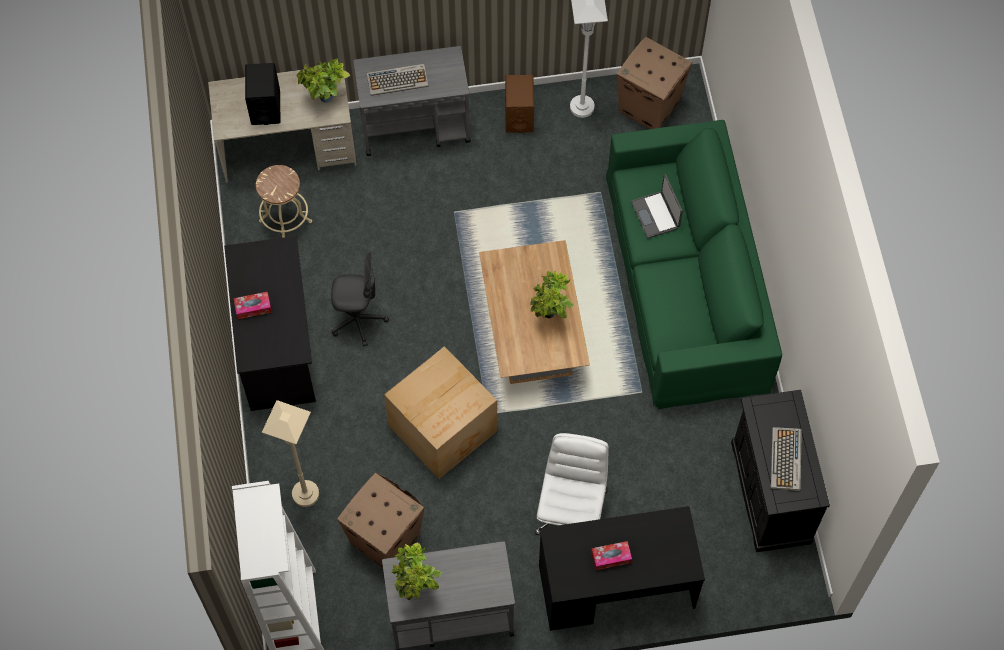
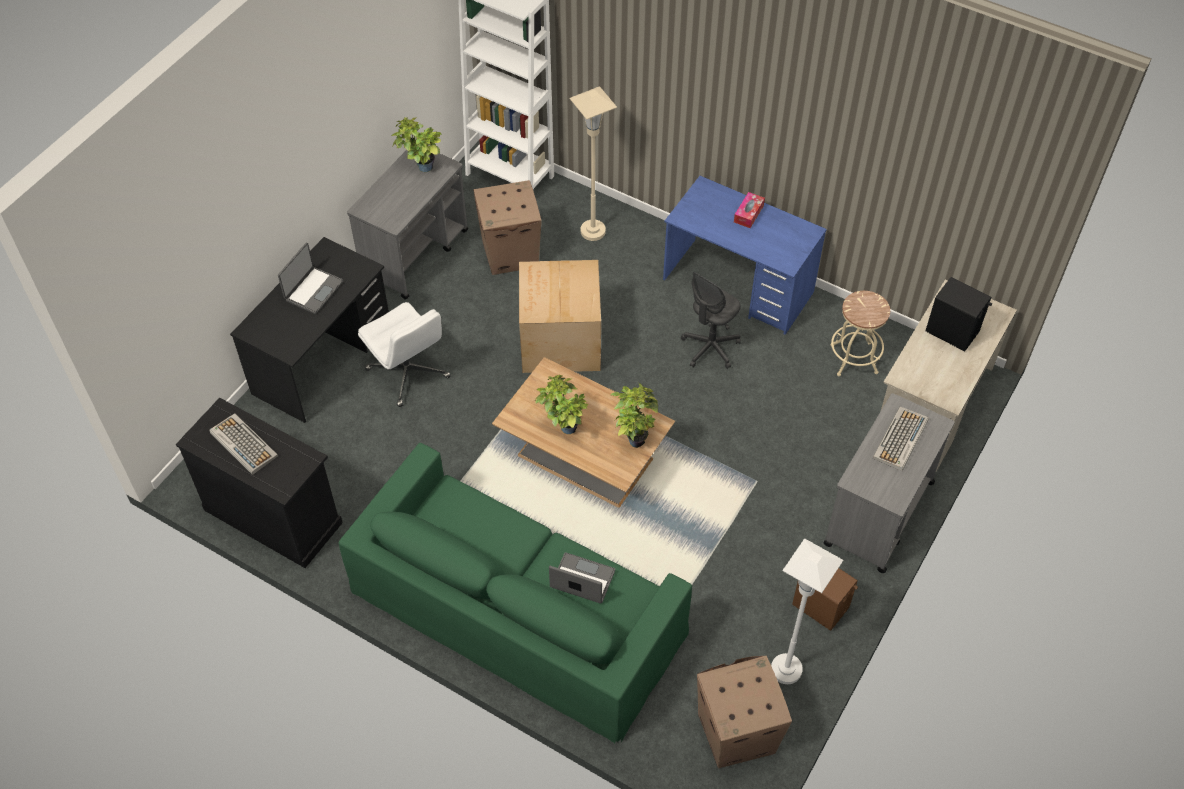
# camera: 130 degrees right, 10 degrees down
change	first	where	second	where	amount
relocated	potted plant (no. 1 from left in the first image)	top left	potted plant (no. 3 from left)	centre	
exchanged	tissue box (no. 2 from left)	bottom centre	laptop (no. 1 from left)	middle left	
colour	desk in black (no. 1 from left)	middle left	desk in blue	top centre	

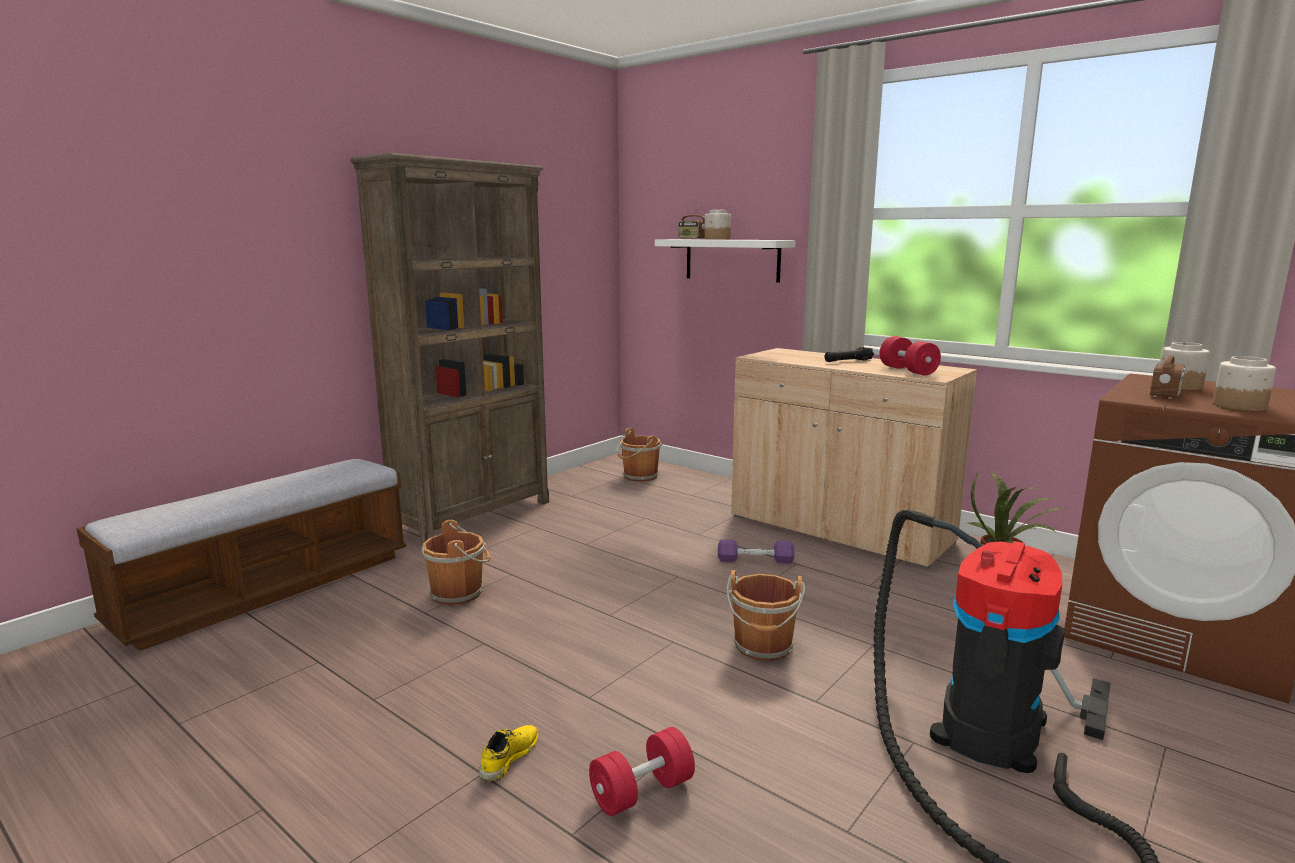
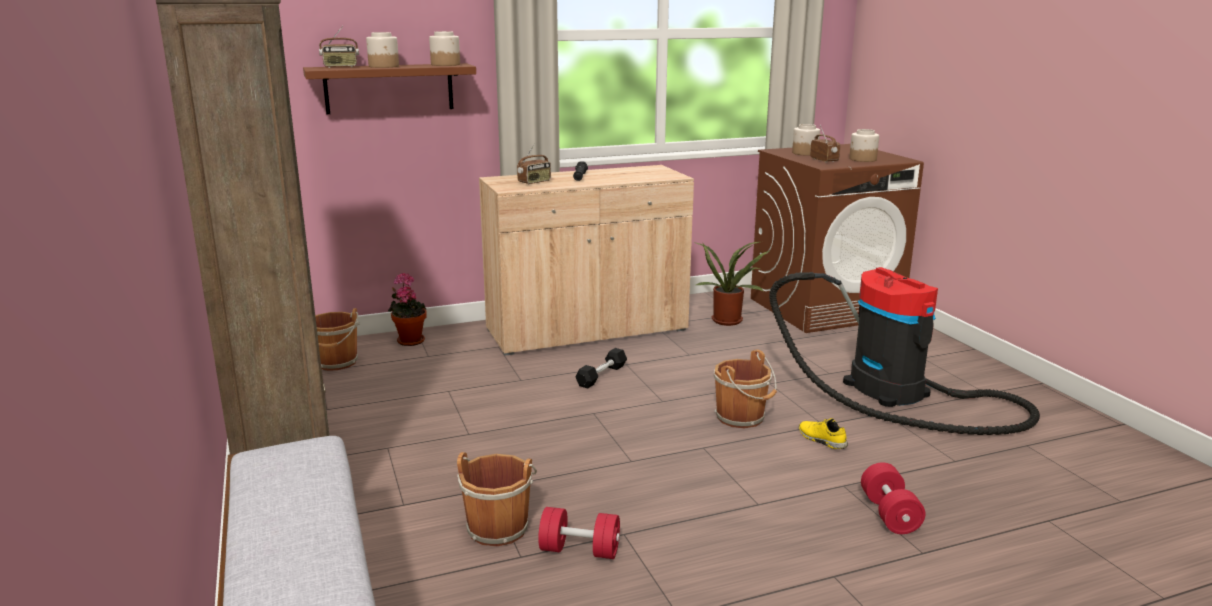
# camera: 60 degrees left, 5 degrees up
change	first	where	second	where	amount
appeared			potted plant (no. 1 from left)	centre	
appeared			jar (no. 2 from left)	top centre	
appeared			radio (no. 2 from left)	top centre	
relocated	shoe in yellow	bottom centre		bottom right	
relocated	dumbbell in red (no. 2 from left in the first image)	middle right	dumbbell in red (no. 1 from left)	bottom centre	
colour	shelf in white	top centre	shelf in brown	top left	
colour	dumbbell in purple	centre	dumbbell in black	centre	

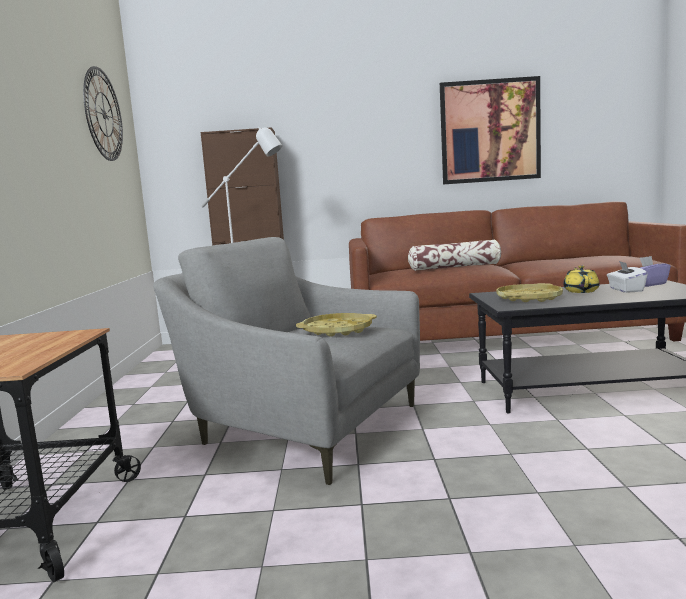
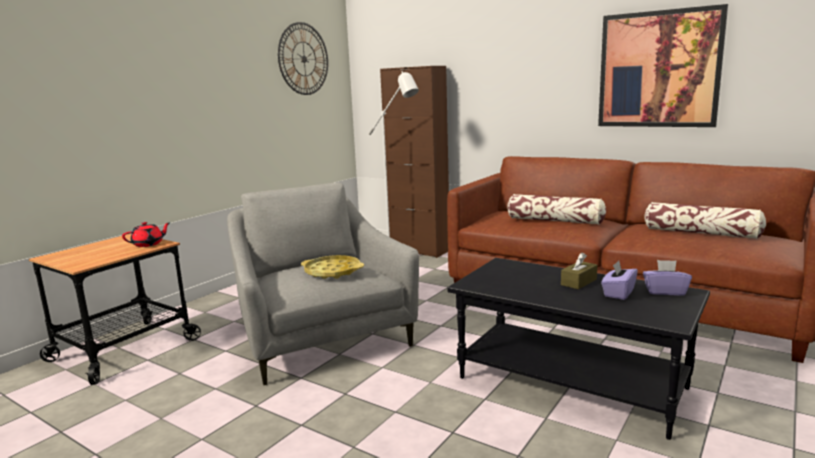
# camera: 35 degrees right, 5 degrees up
change	first	where	second	where	amount
missing	tray in yellow (no. 2 from left)	middle right			
appeared			teapot in red	middle left	
appeared			pillow (no. 2 from left)	middle right	
exchanged	teapot in yellow	middle right	tissue box in brown	middle right	
colour	tissue box in white	middle right	tissue box in purple (no. 1 from left)	middle right	

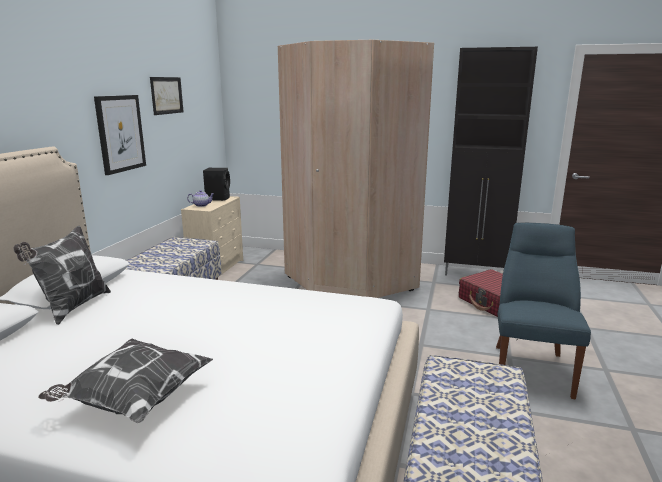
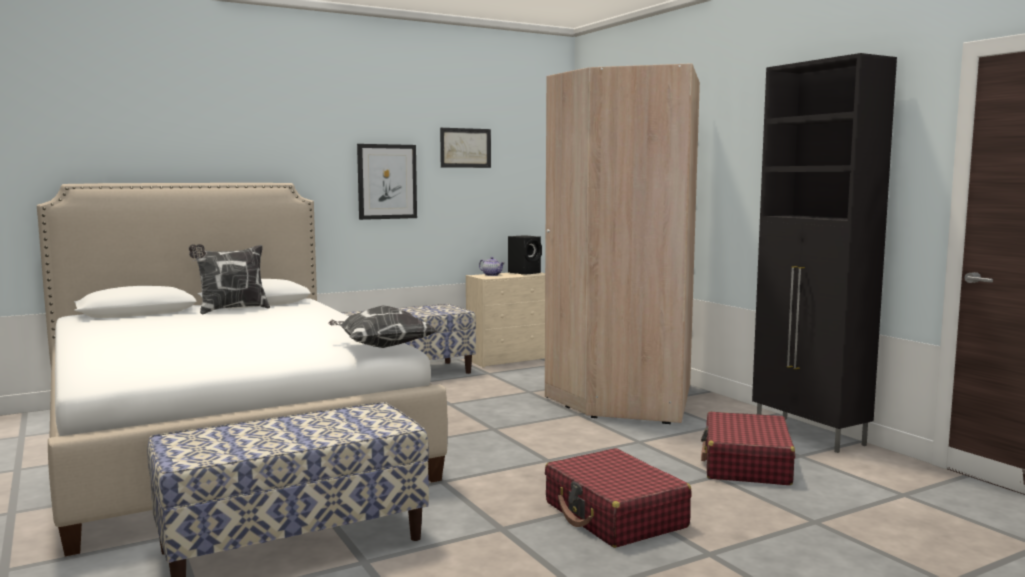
# camera: 45 degrees right, 10 degrees down
change	first	where	second	where	amount
relocated	pillow (no. 2 from left)	bottom left		centre	
exchanged	chair in blue	middle right	suitcase in red (no. 1 from left)	bottom centre	

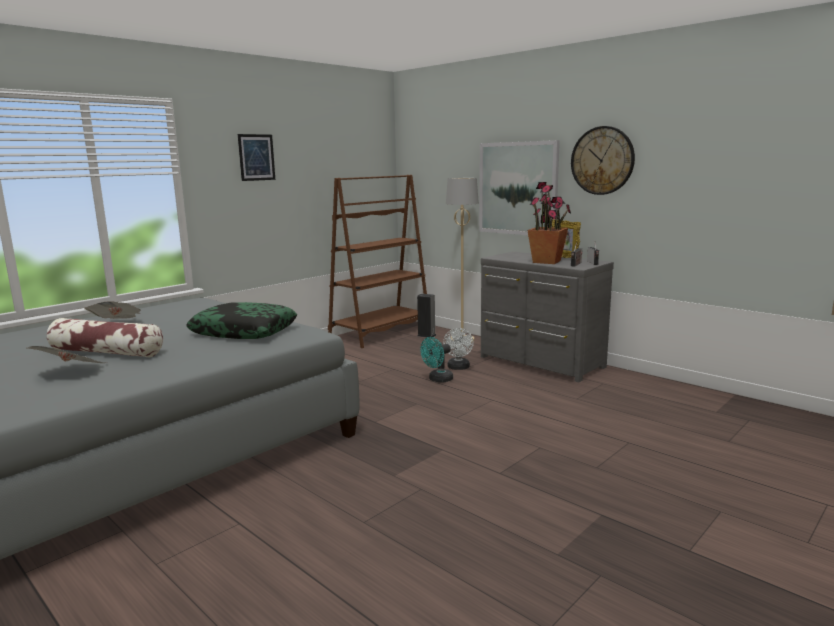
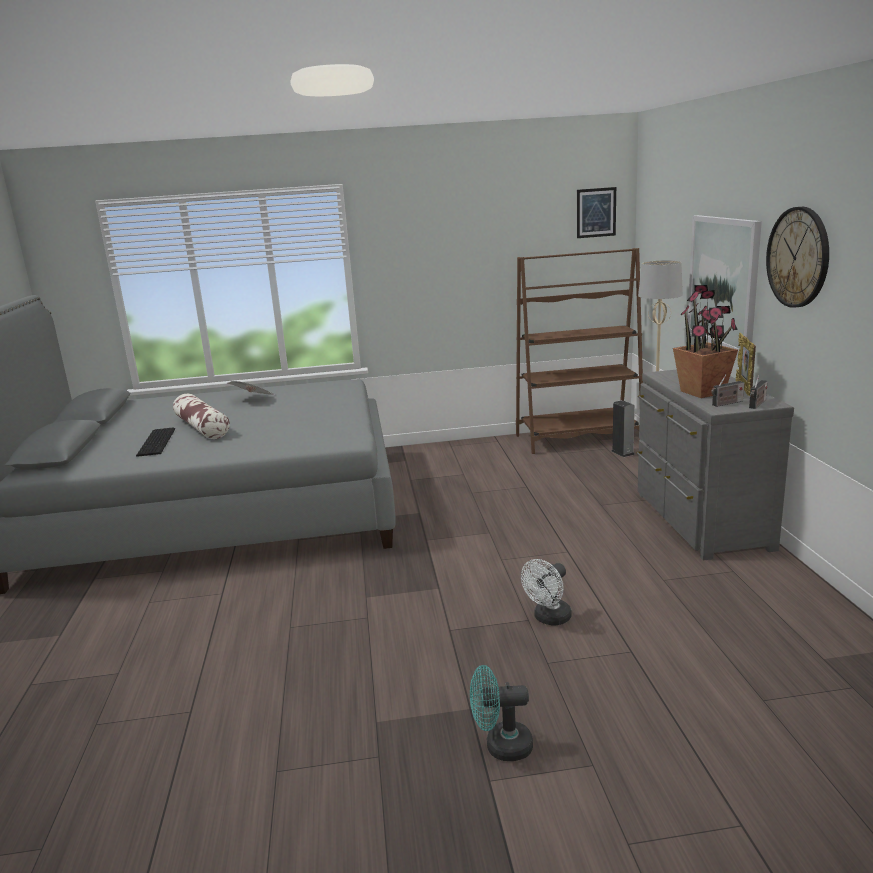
# camera: 40 degrees right, 5 degrees up
change	first	where	second	where	amount
missing	pillow (no. 2 from left)	middle left			
relocated	picture (no. 1 from left)	top left		top right	
relocated	fan in turquoise	centre		bottom centre	
relocated	fan in white	centre		bottom centre	
exchanged	newspaper (no. 1 from left)	middle left	keyboard	middle left	

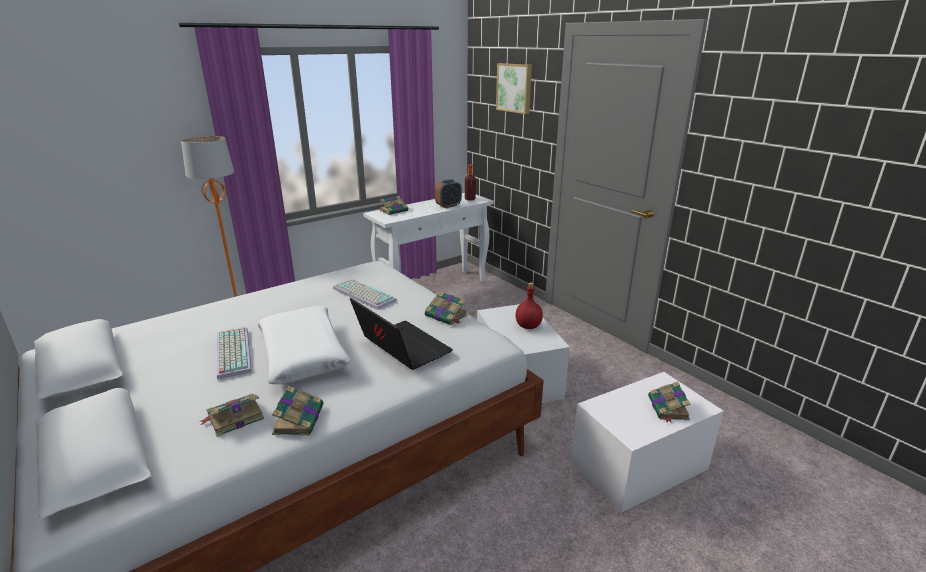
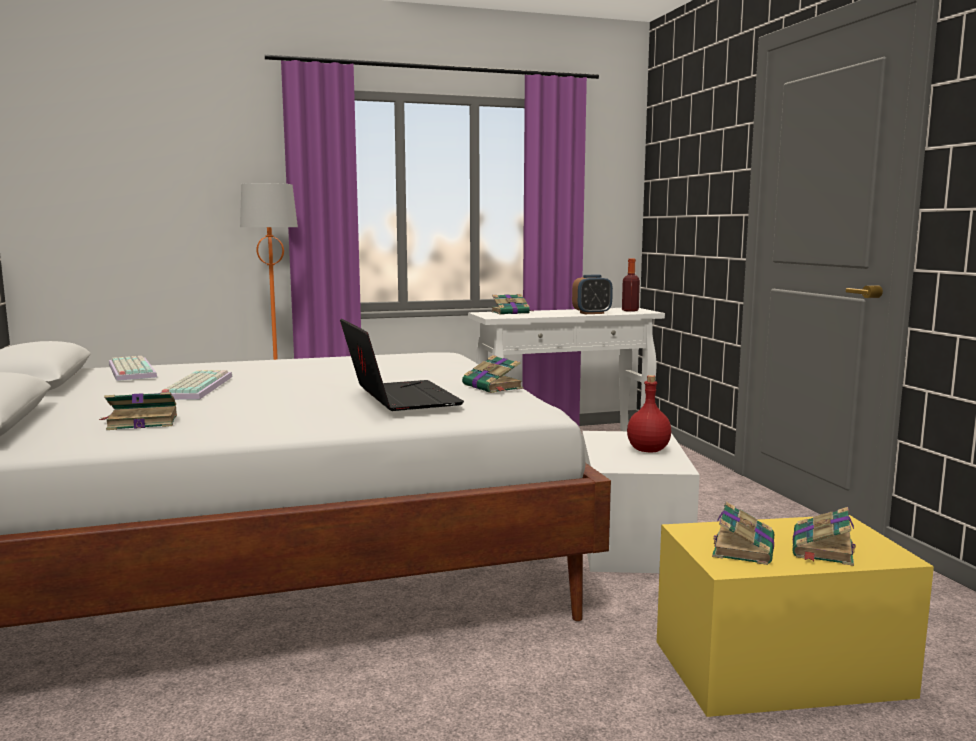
# camera: 20 degrees right, 15 degrees down
change	first	where	second	where	amount
missing	pillow in white	middle left			
missing	picture	top centre			
relocated	book (no. 2 from left in the first image)	bottom left	book (no. 4 from left)	bottom right	
relocated	keyboard (no. 2 from left in the first image)	centre	keyboard (no. 1 from left)	middle left	
colour	storage box in white (no. 2 from left)	bottom right	storage box in yellow	bottom right	

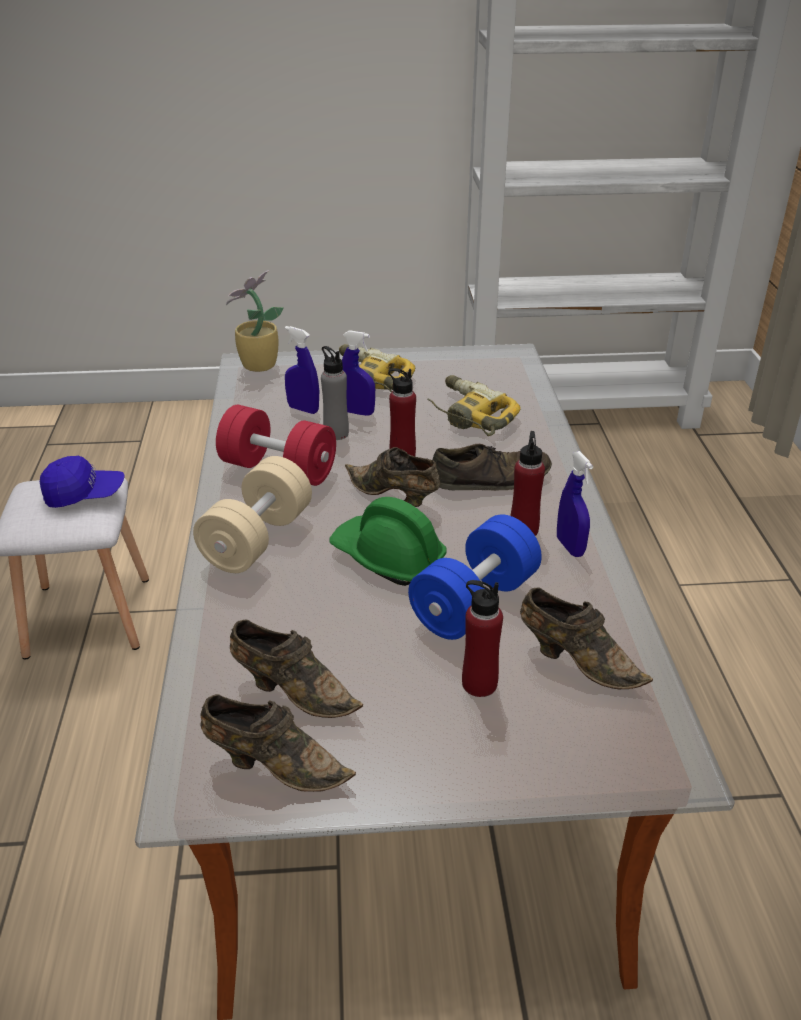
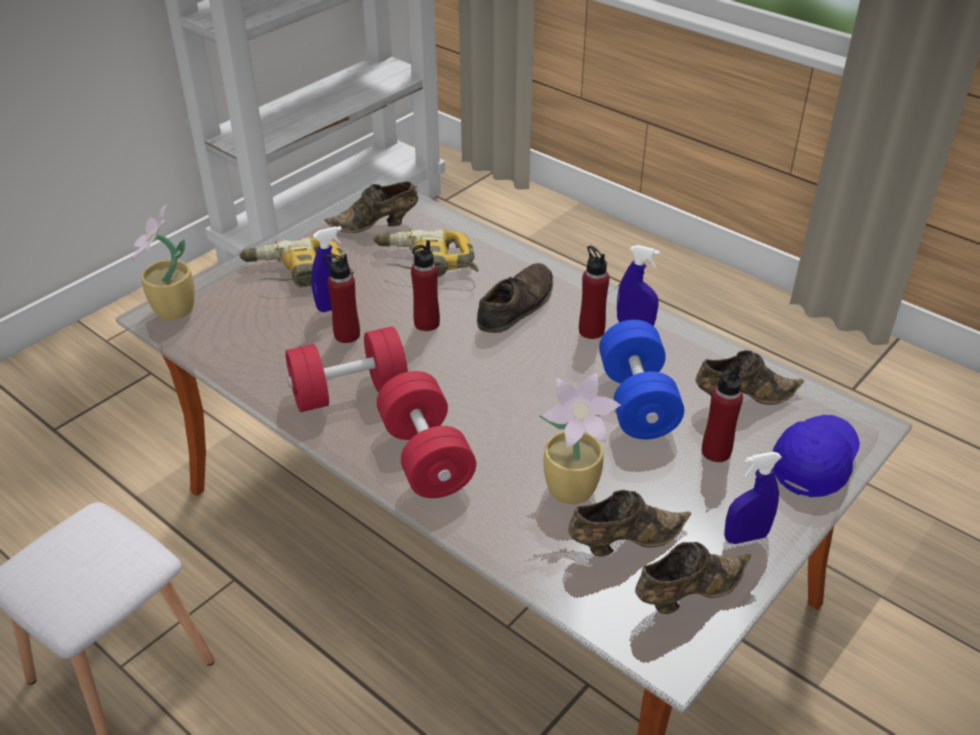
# camera: 45 degrees left, 5 degrees up
change	first	where	second	where	amount
missing	hard hat in green	centre			
appeared			potted plant (no. 2 from left)	centre	
relocated	cap in blue	middle left		middle right	
relocated	spray bottle in blue (no. 1 from left in the first image)	centre	spray bottle in blue (no. 3 from left)	bottom right	
relocated	shoe in brown (no. 3 from left in the first image)	centre	shoe in brown (no. 1 from left)	top centre	
colour	dumbbell in beige	middle left	dumbbell in red (no. 2 from left)	centre	
colour	bottle in grey	centre	bottle in red (no. 1 from left)	centre	

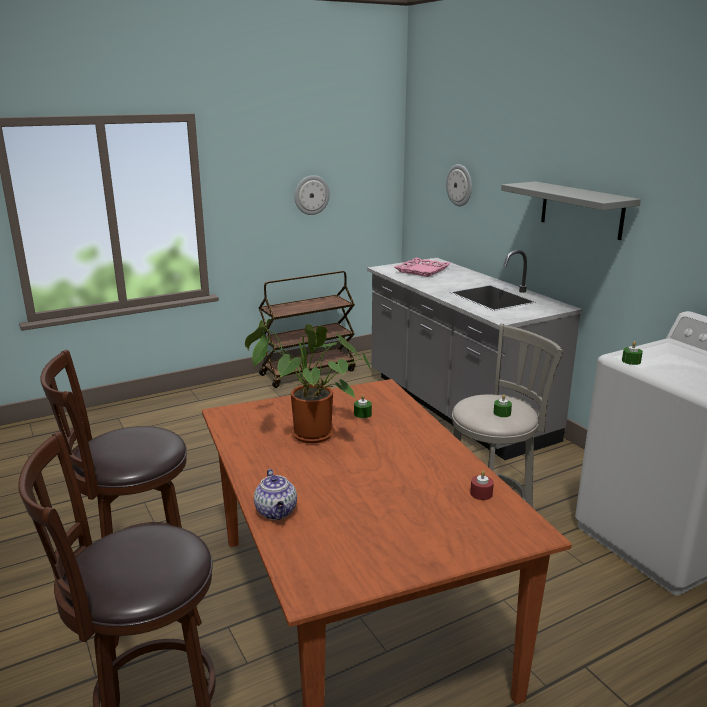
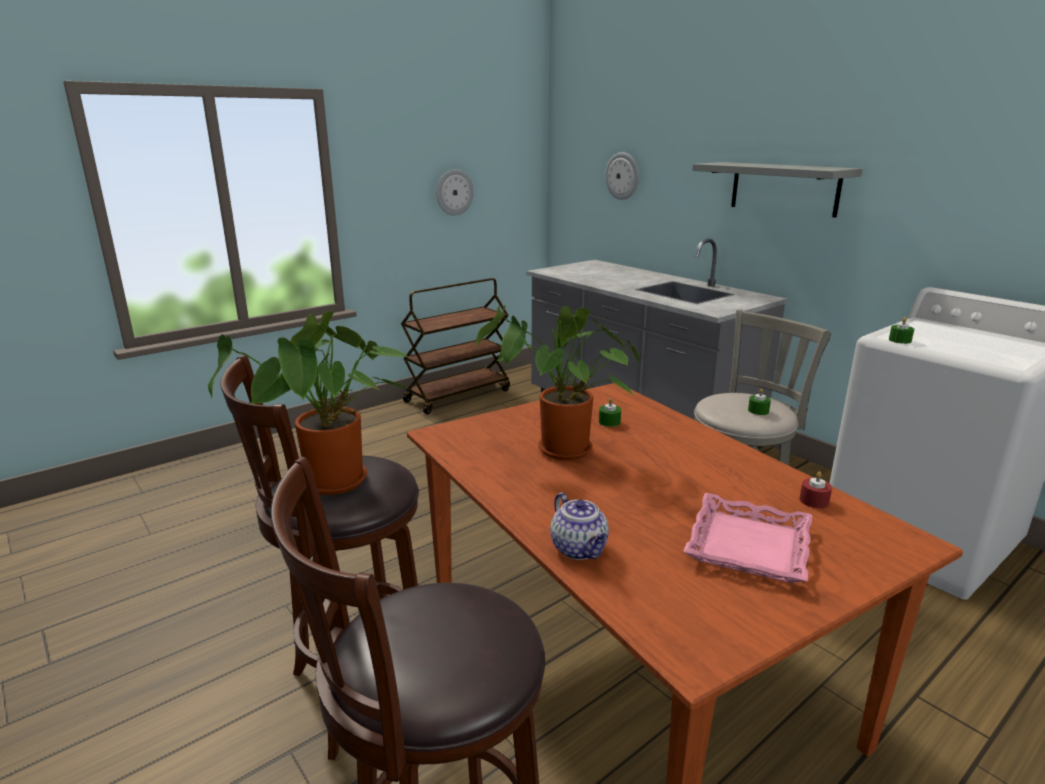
# camera: 10 degrees left, 0 degrees up
change	first	where	second	where	amount
appeared			potted plant (no. 1 from left)	middle left	
relocated	tray in pink	centre		bottom right	

